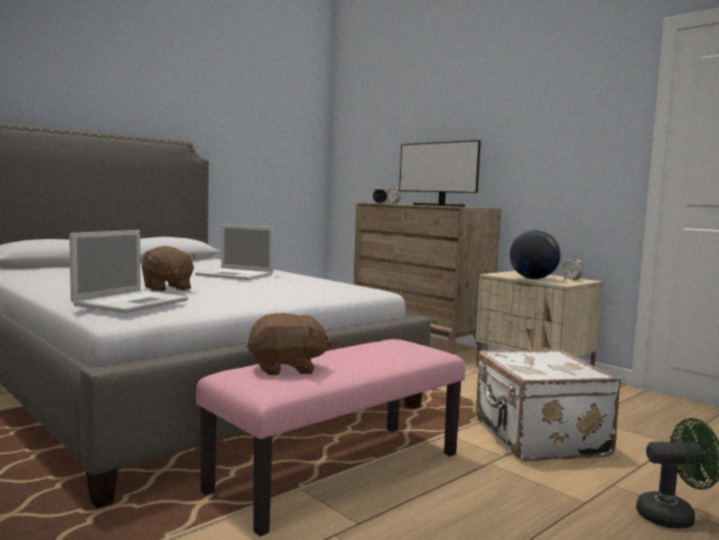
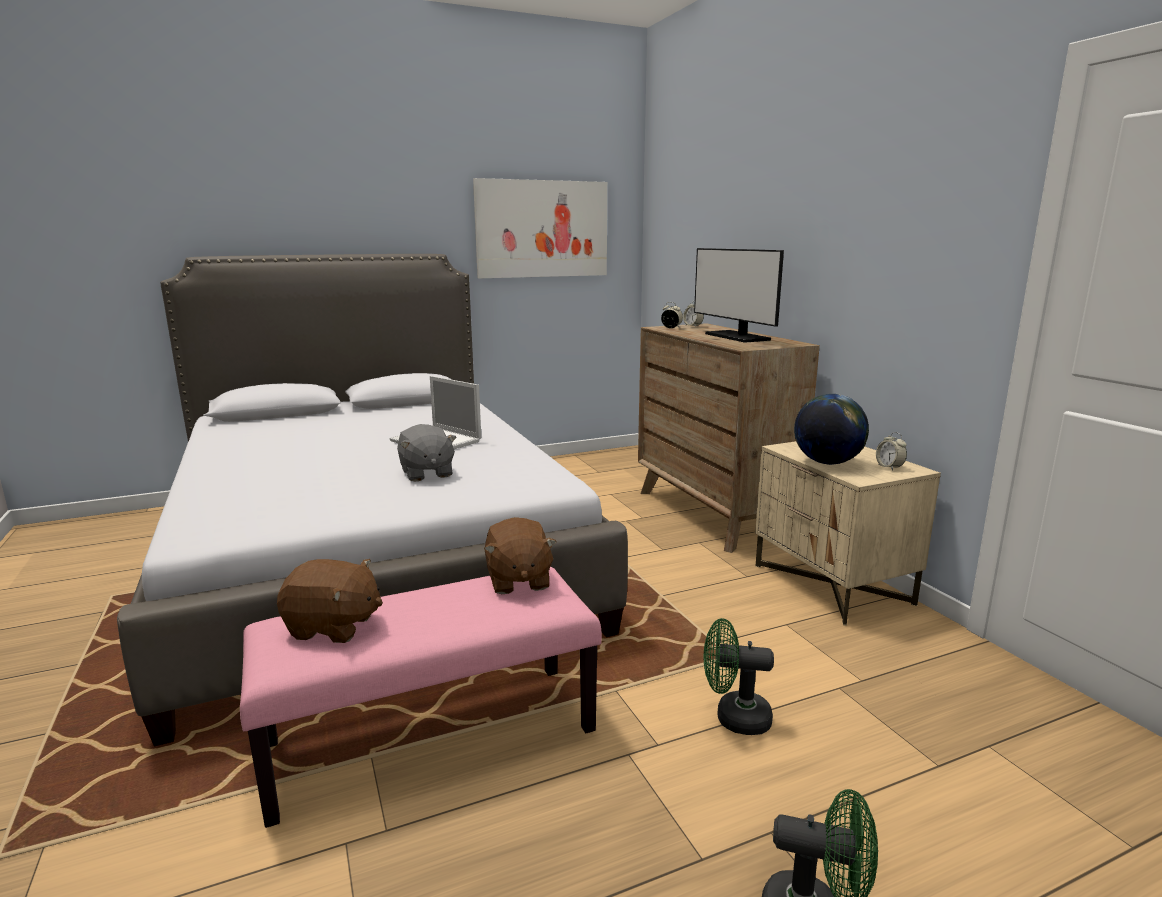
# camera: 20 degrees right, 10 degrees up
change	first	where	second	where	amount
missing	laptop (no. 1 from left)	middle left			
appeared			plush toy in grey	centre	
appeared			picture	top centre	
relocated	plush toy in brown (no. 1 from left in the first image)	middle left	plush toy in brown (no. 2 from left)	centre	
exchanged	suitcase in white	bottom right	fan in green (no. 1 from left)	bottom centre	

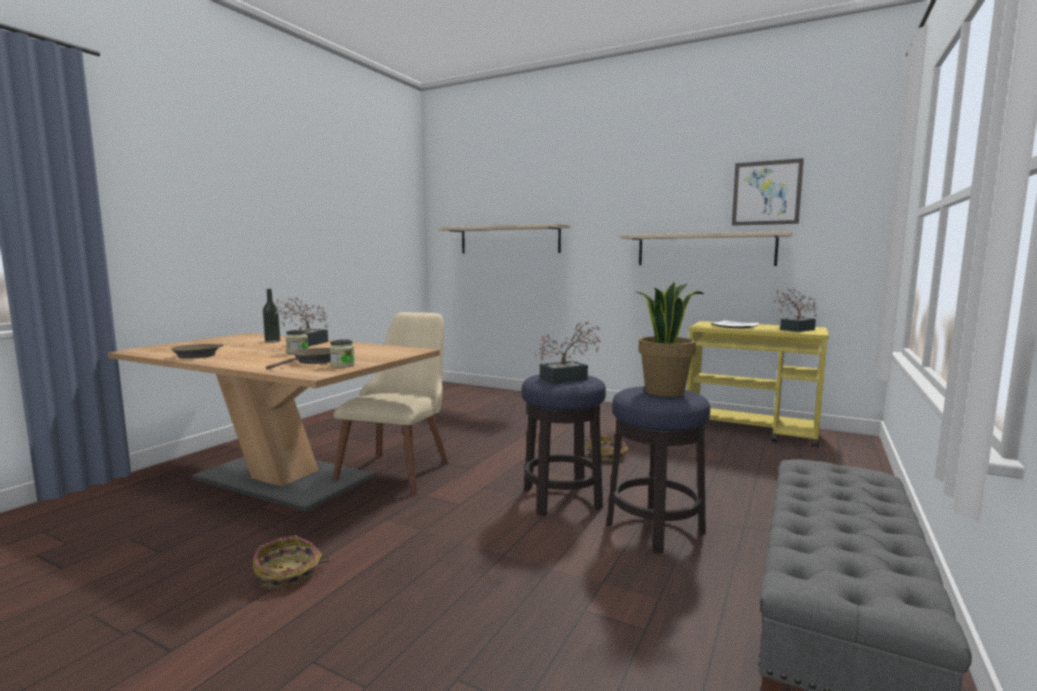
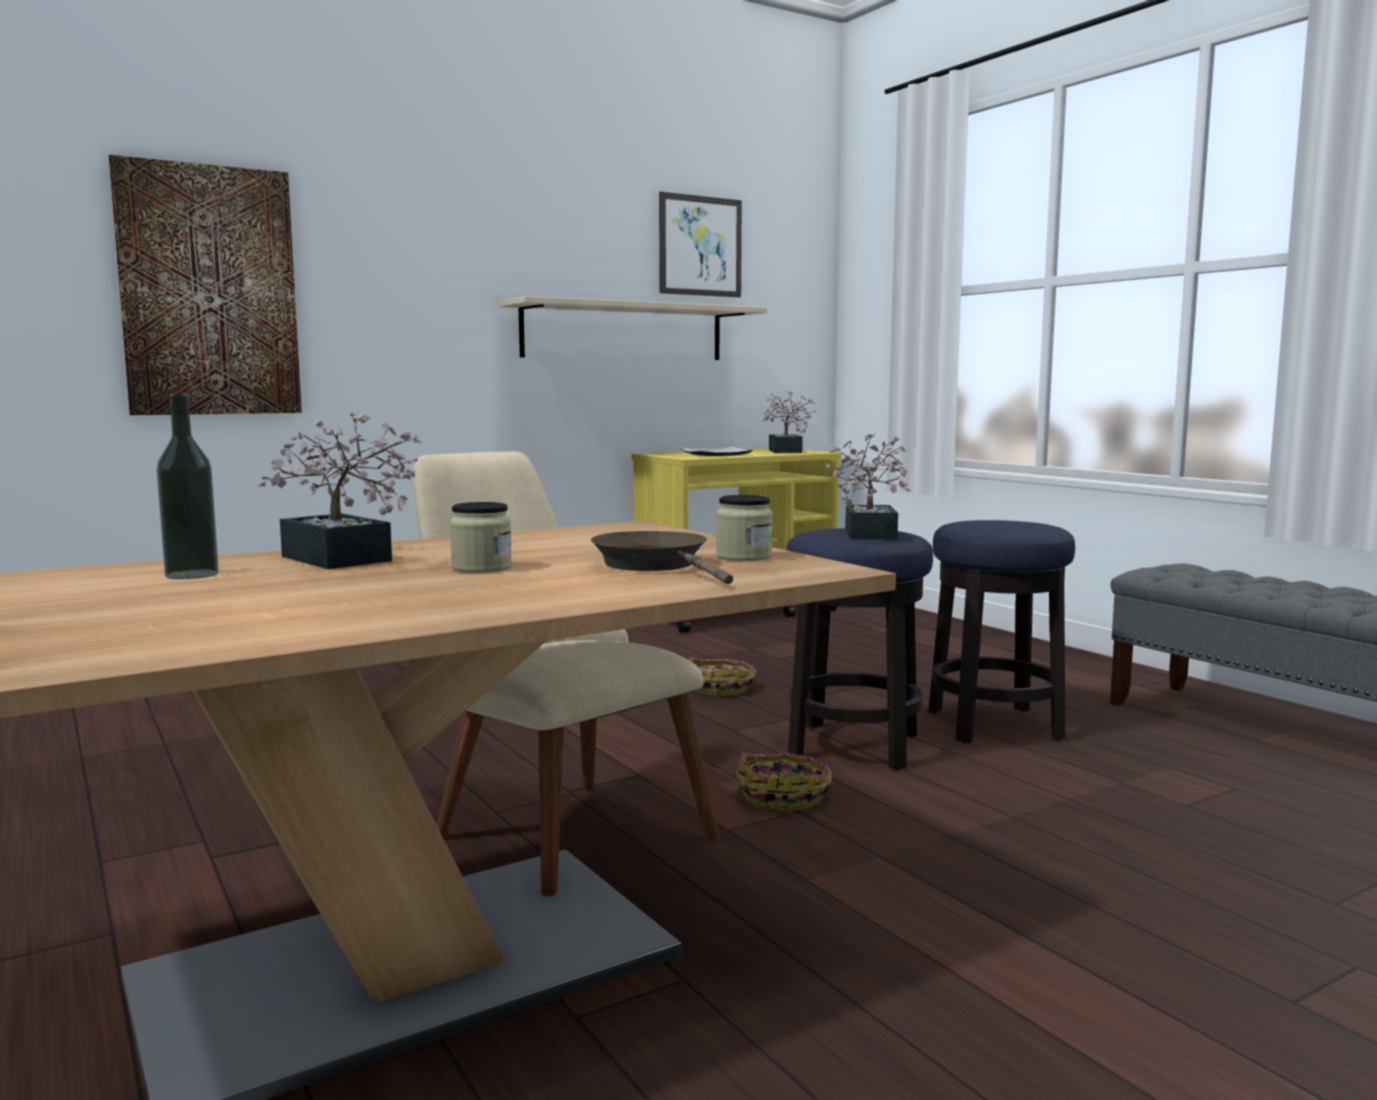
# camera: 60 degrees left, 0 degrees up
change	first	where	second	where	amount
missing	frying pan in brown (no. 1 from left)	middle left			
missing	potted plant (no. 3 from left)	centre			
relocated	basket (no. 1 from left in the first image)	bottom left	basket (no. 2 from left)	bottom centre	
exchanged	shelf in beige (no. 1 from left)	centre	picture (no. 1 from left)	top left	

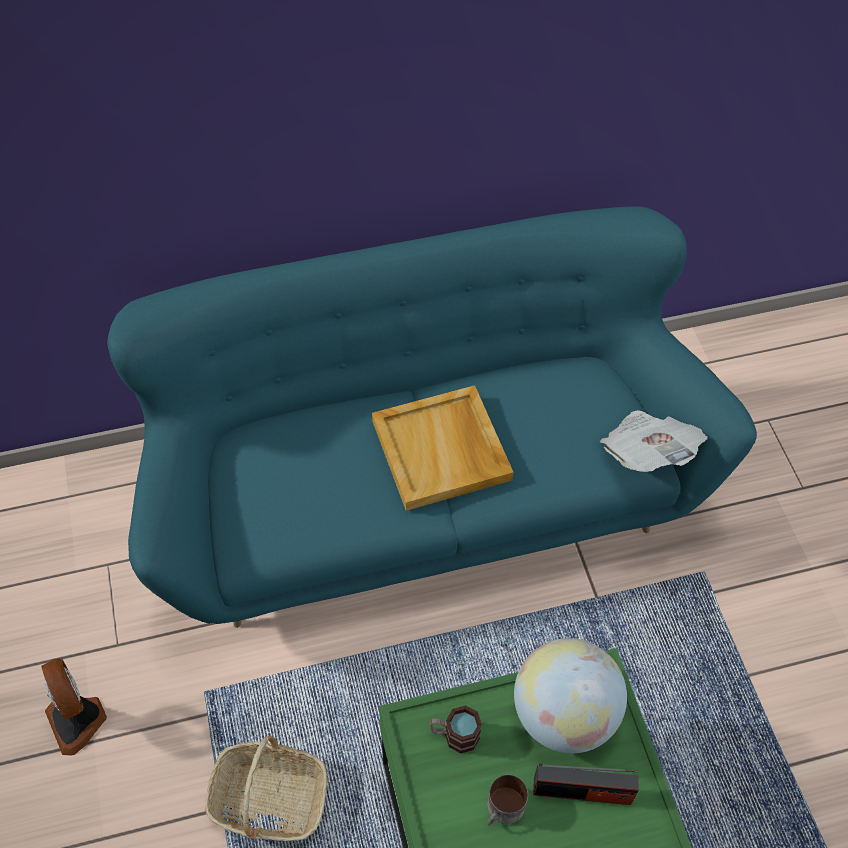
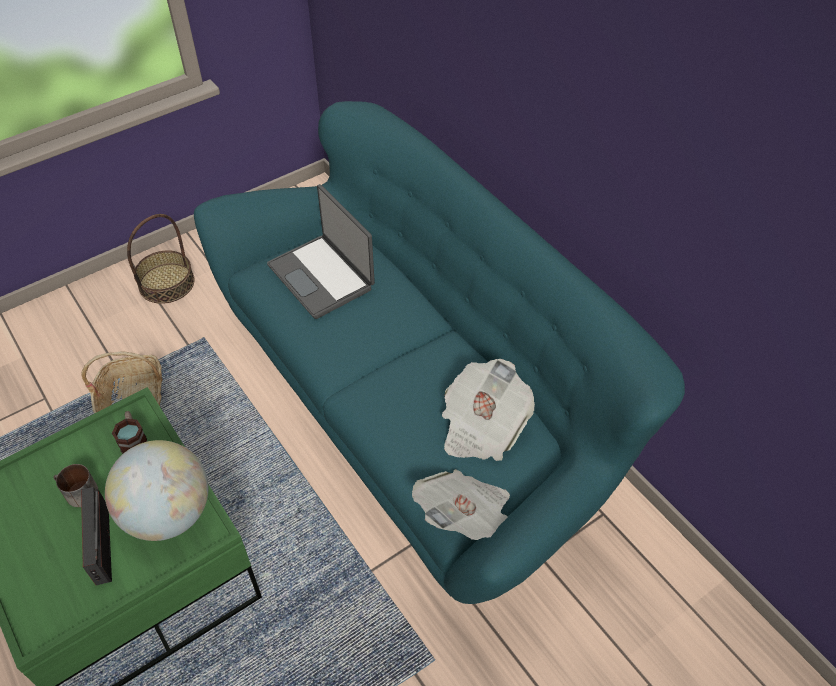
# camera: 70 degrees right, 5 degrees down
change	first	where	second	where	amount
missing	tray in beige	centre			
appeared			laptop	centre	
appeared			newspaper (no. 2 from left)	centre	
exchanged	fan	bottom left	basket (no. 2 from left)	middle left	

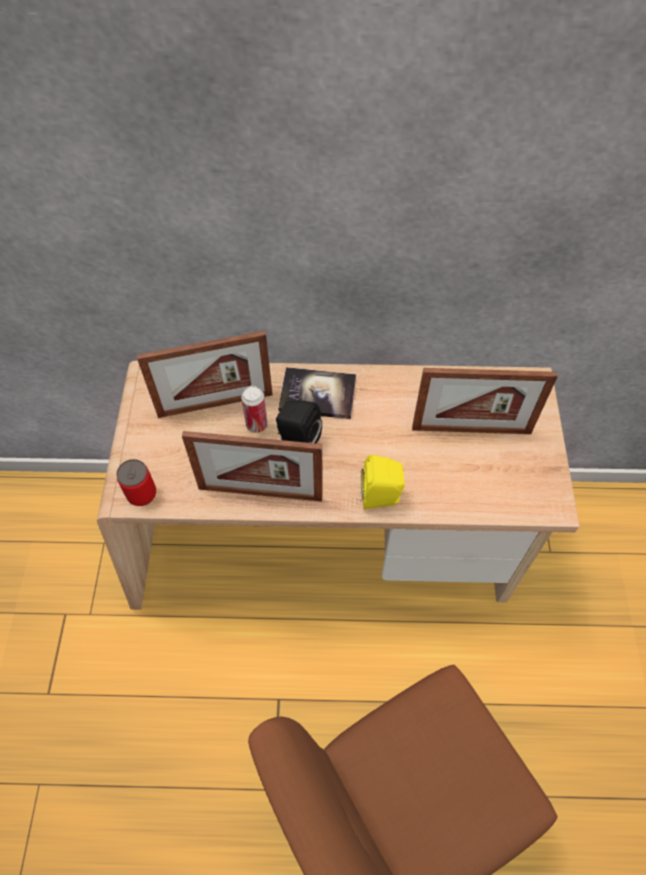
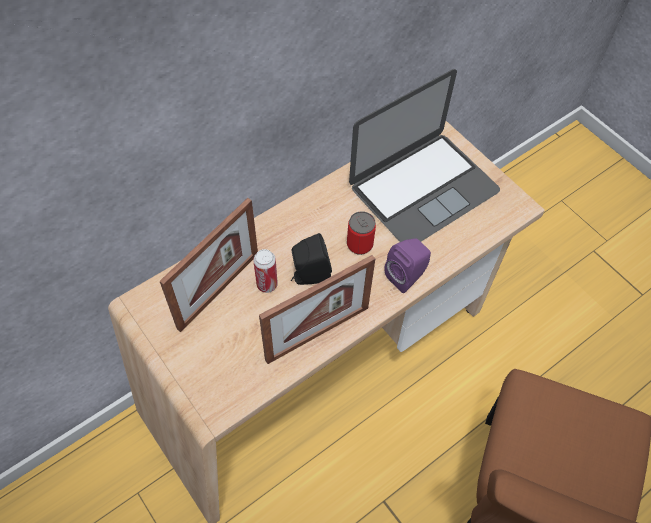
# camera: 40 degrees left, 0 degrees up
change	first	where	second	where	amount
missing	book	centre			
relocated	can (no. 1 from left in the first image)	middle left	can (no. 2 from left)	centre	
exchanged	picture frame (no. 3 from left)	middle right	laptop	top centre	
colour	speaker in yellow	centre	speaker in purple	centre	

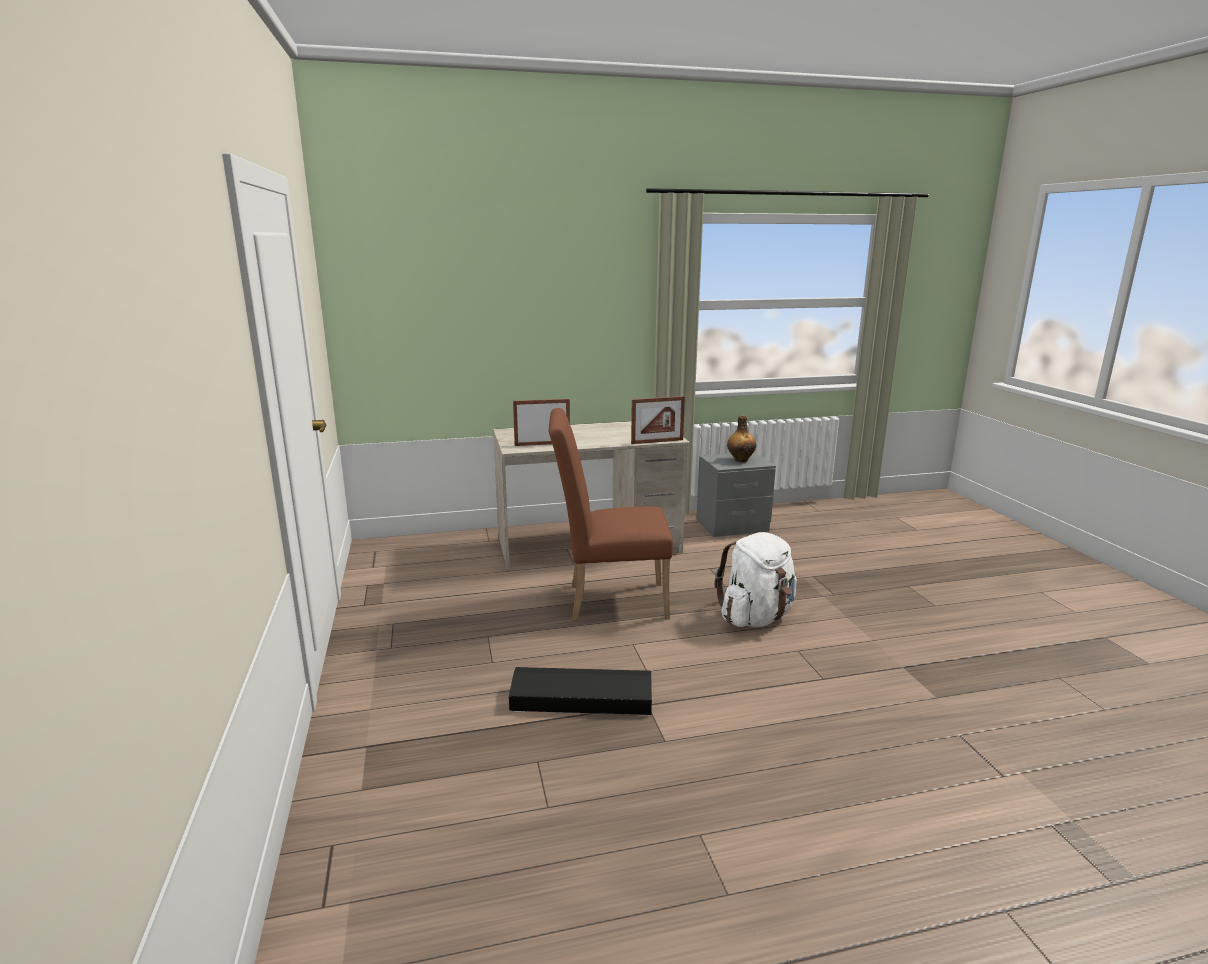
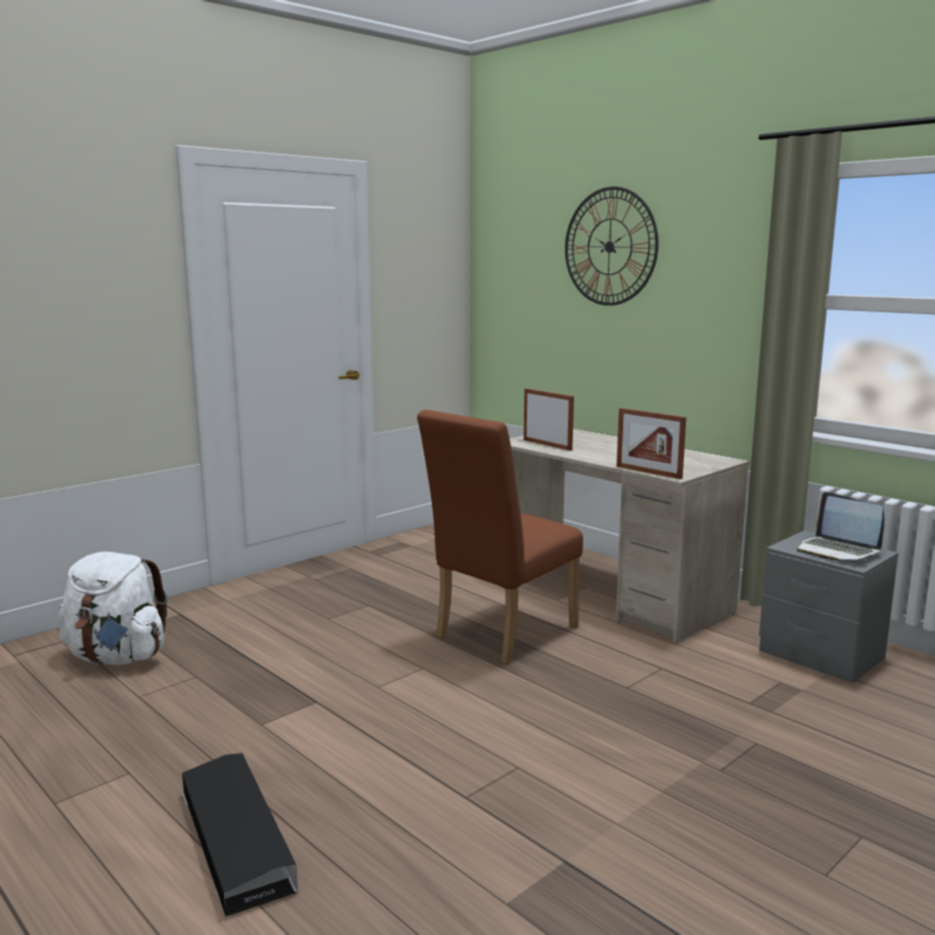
# camera: 60 degrees right, 5 degrees down
change	first	where	second	where	amount
appeared			wall clock	top centre	
relocated	storage box in black	bottom centre		bottom left	
relocated	backpack in white	centre		middle left	
exchanged	bottle	centre	laptop	middle right	
spun	chair in brown	centre		centre	105 degrees counterclockwise

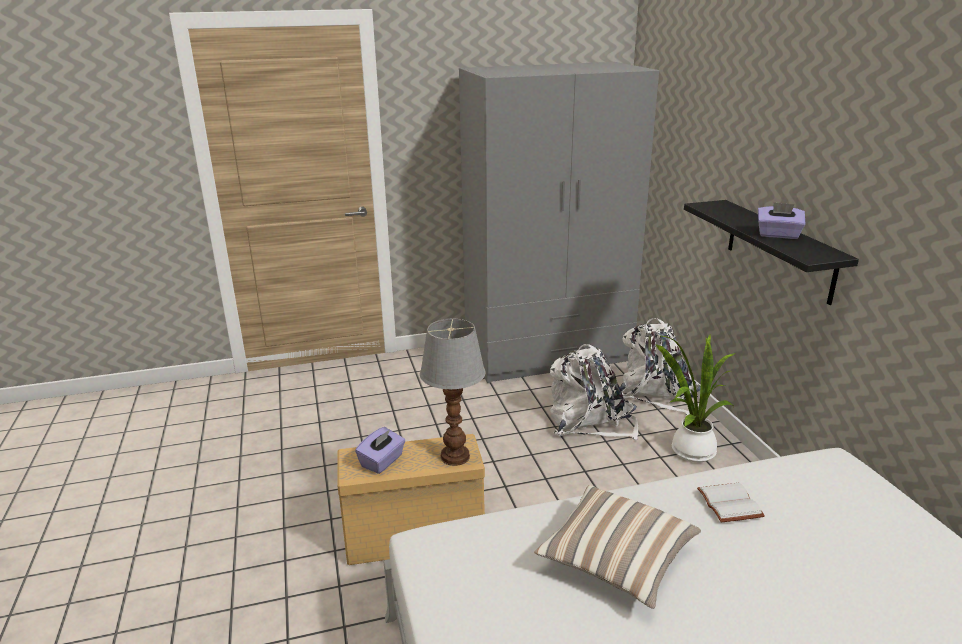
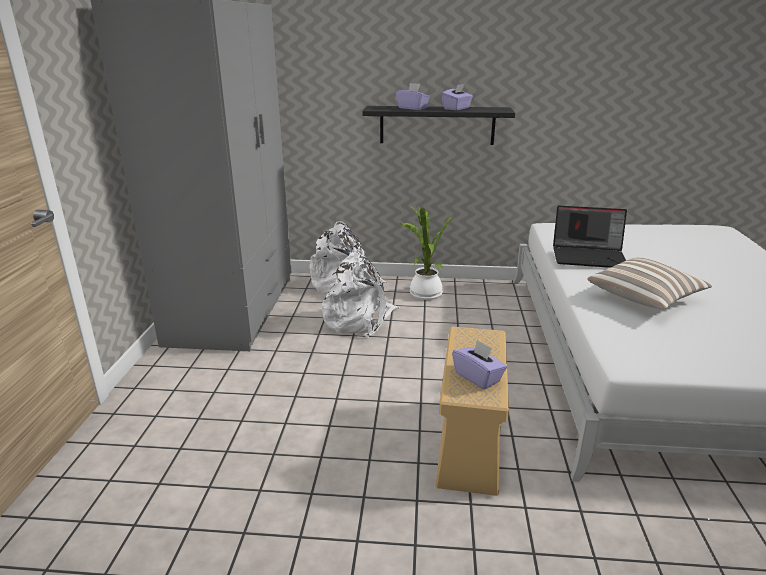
# camera: 70 degrees left, 0 degrees up
change	first	where	second	where	amount
missing	table lamp	centre			
appeared			tissue box in purple (no. 1 from left)	top centre	
exchanged	book in white	bottom right	laptop	middle right	

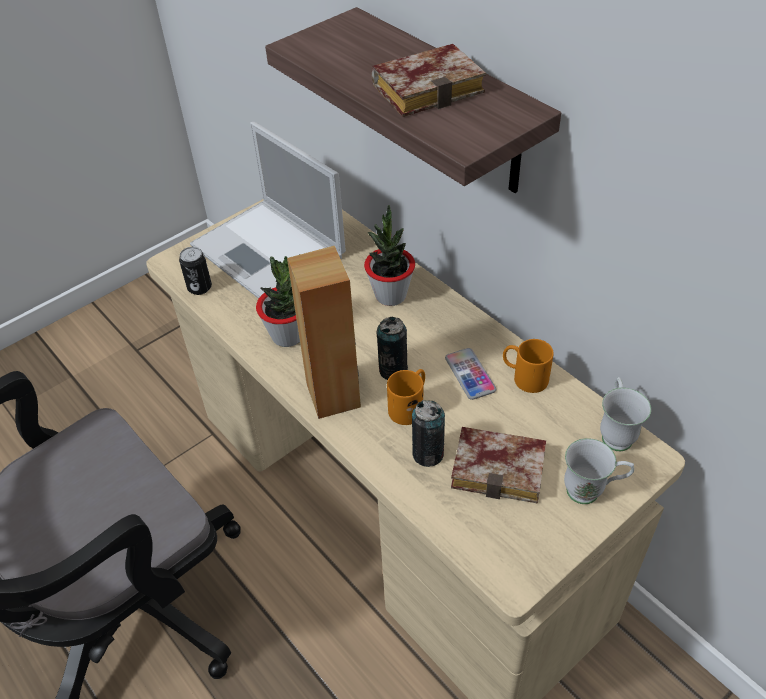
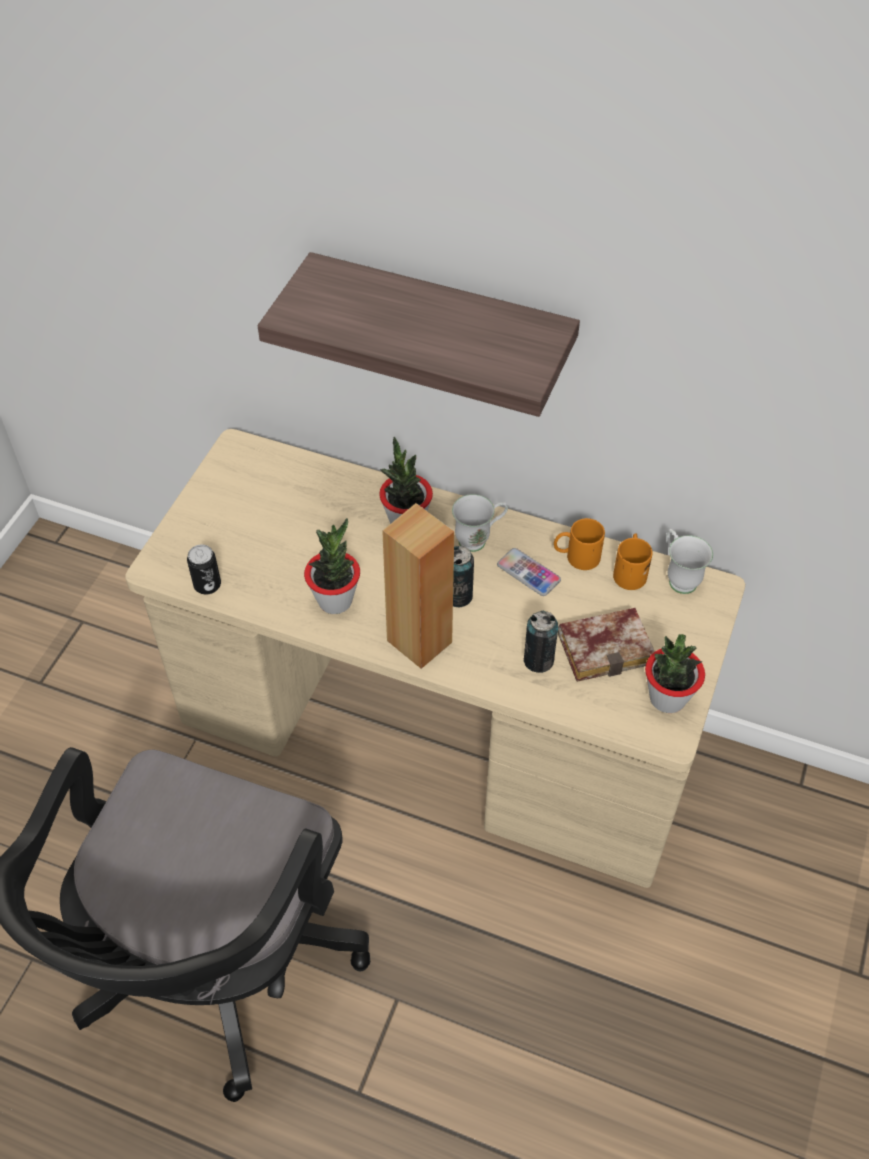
# camera: 30 degrees left, 5 degrees up
change	first	where	second	where	amount
missing	laptop	top centre			
missing	book (no. 1 from left)	top centre			
appeared			potted plant (no. 3 from left)	middle right	
relocated	mug in orange (no. 1 from left in the first image)	centre	mug in orange (no. 2 from left)	middle right	
relocated	mug in white (no. 1 from left)	bottom right		centre	

